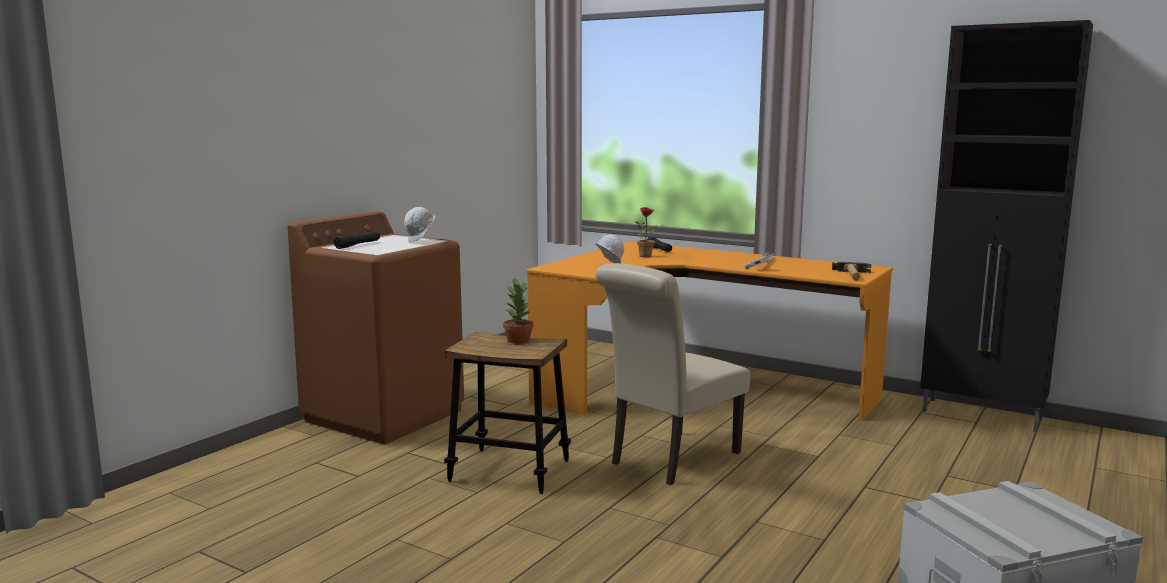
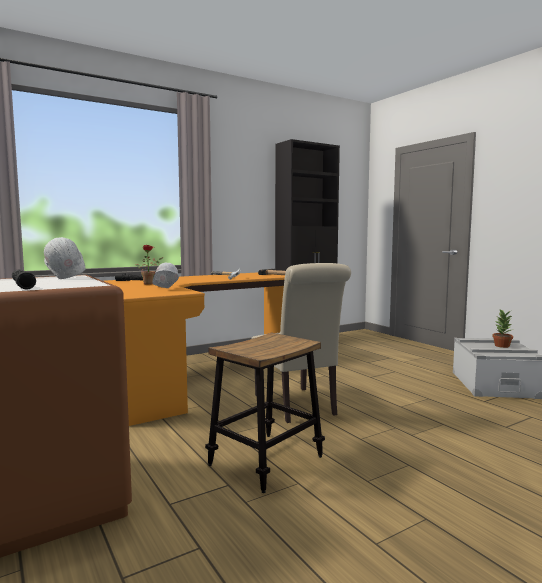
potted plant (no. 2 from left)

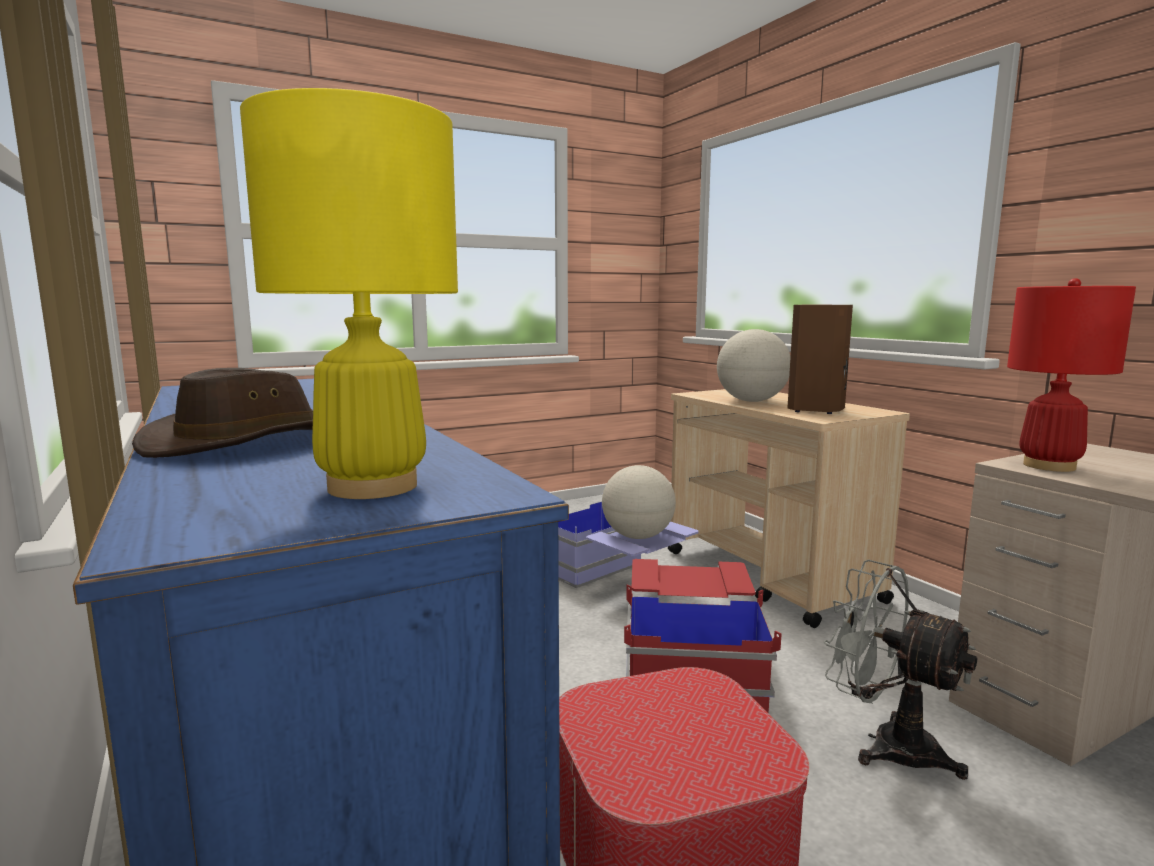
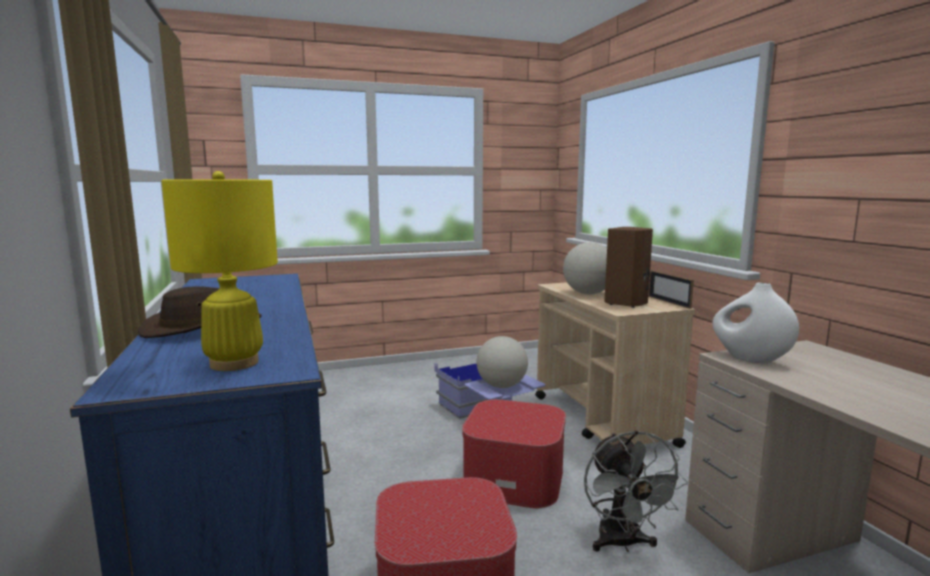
ottoman (no. 2 from left); fan (grey); vase (white); picture frame

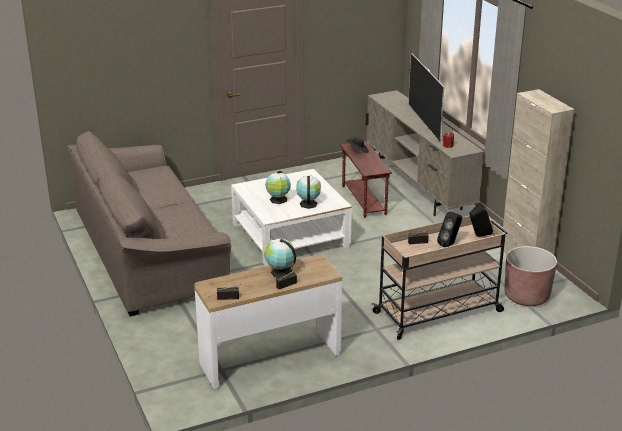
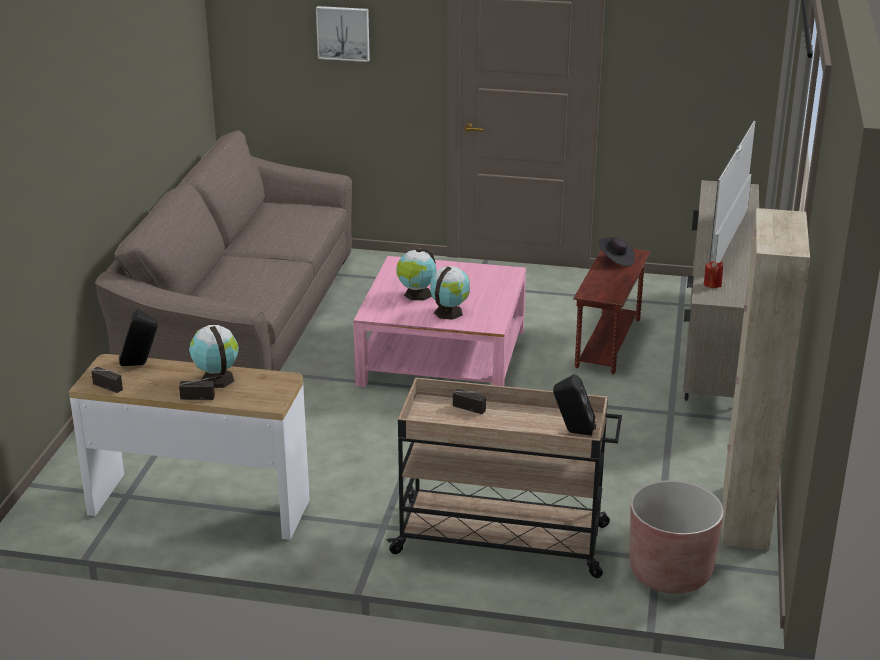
coffee table (pink); speaker (black) (no. 1 from left); picture

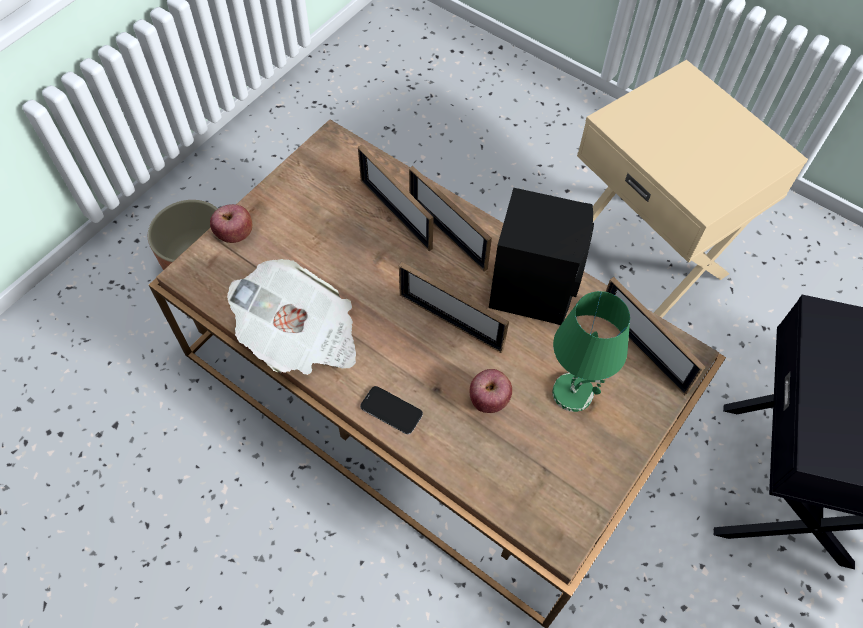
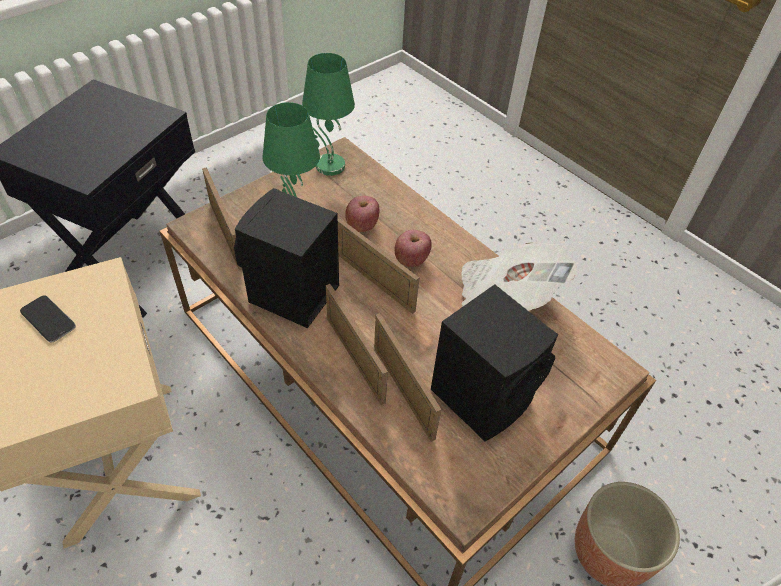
apple (no. 2 from left); phone; table lamp (green) (no. 2 from left); speaker (black) (no. 2 from left)

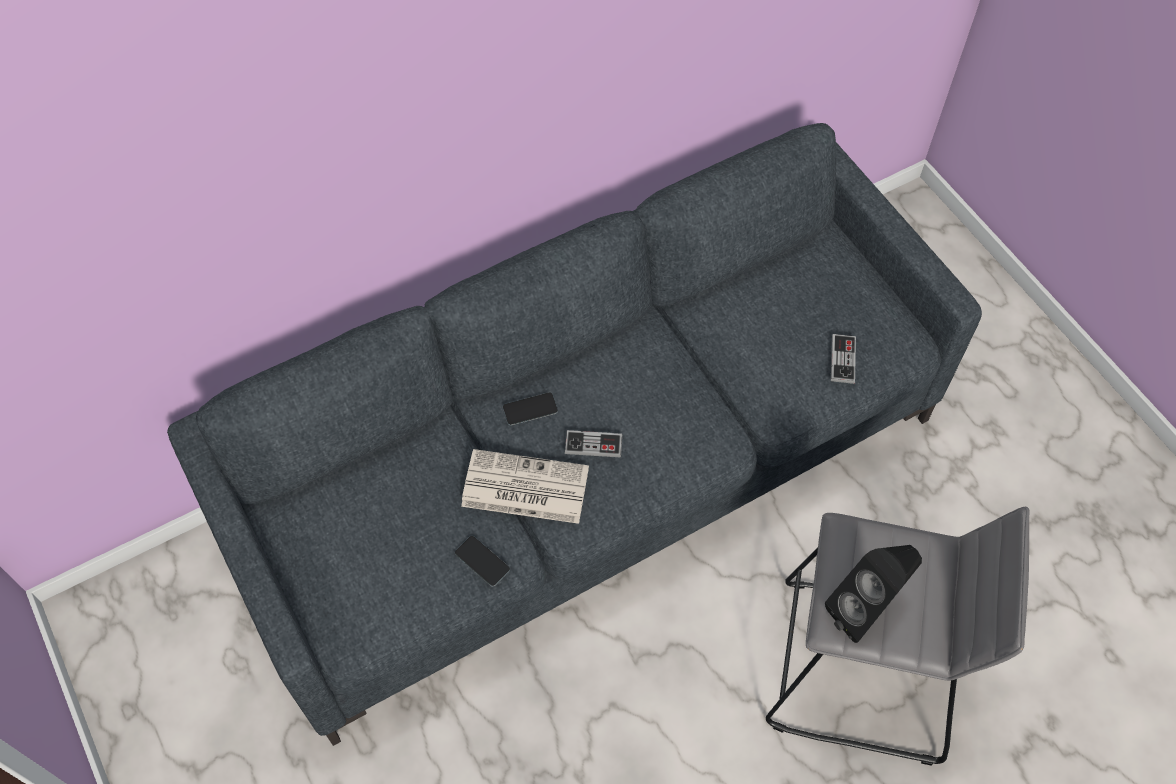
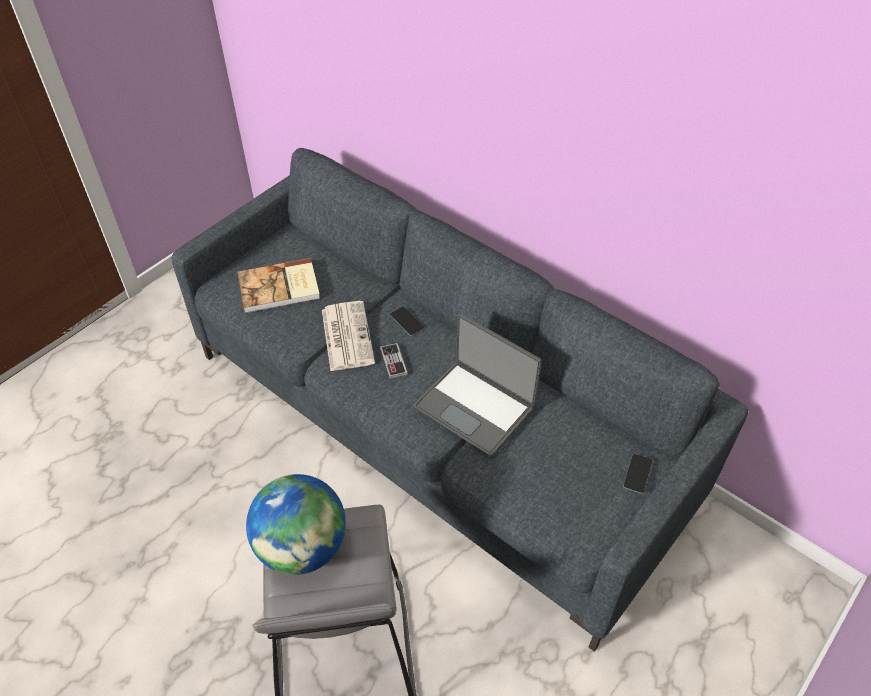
phone (no. 2 from left); globe; game controller (no. 2 from left in the first image); book; laptop

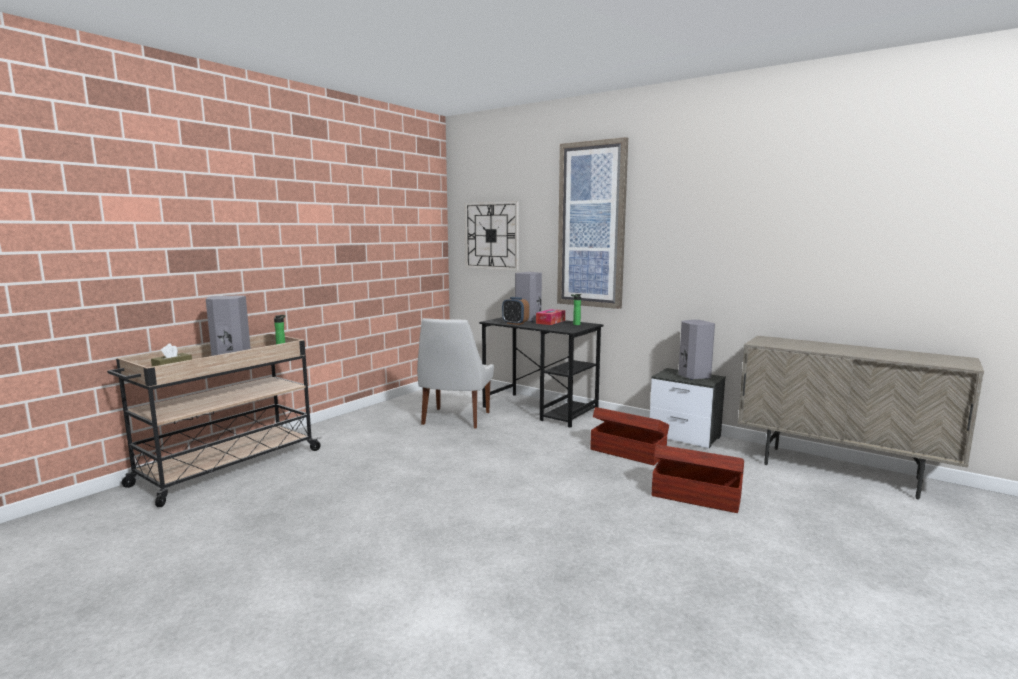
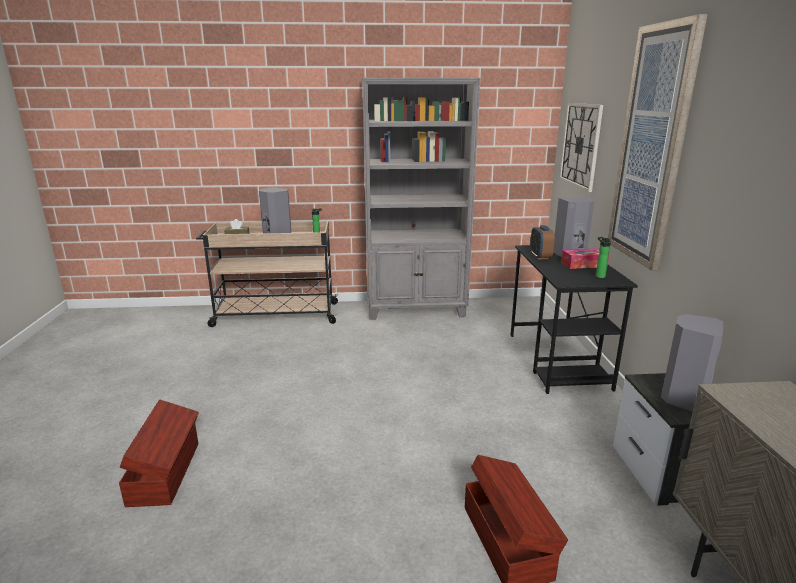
chair (white); storage box (brown) (no. 1 from left); bookcase (grey)

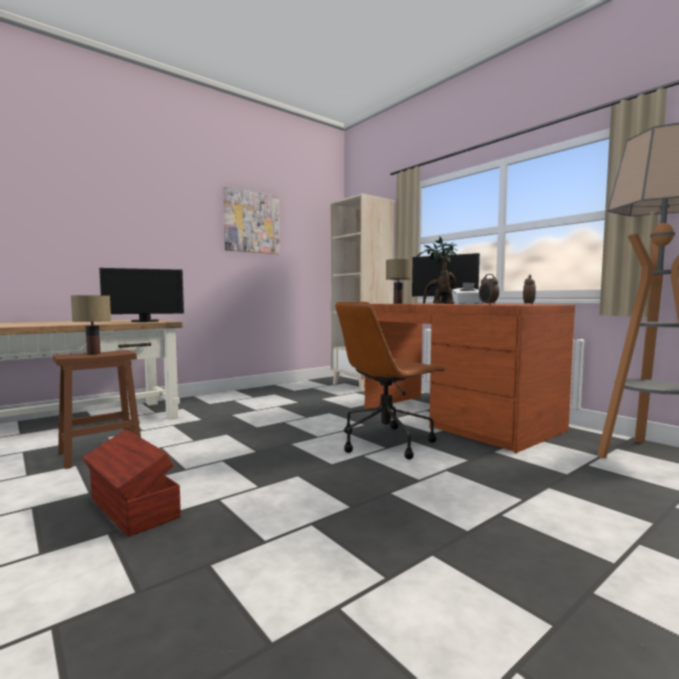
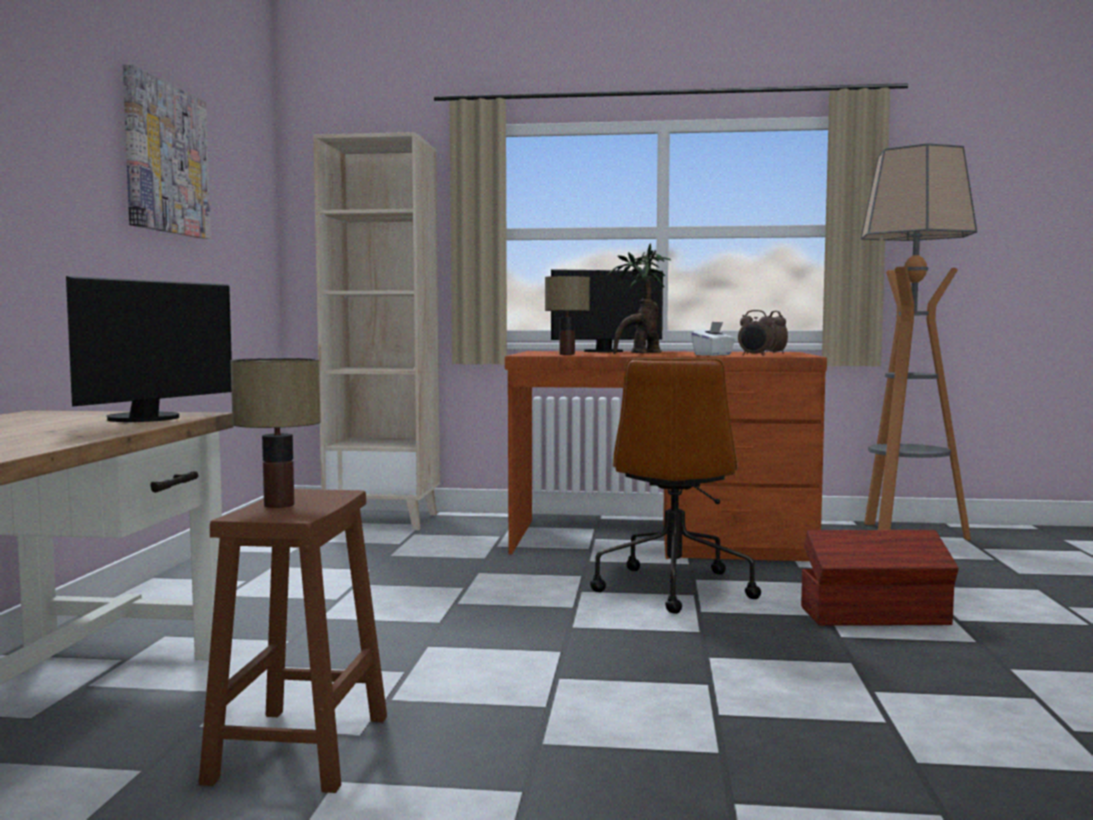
storage box (brown)

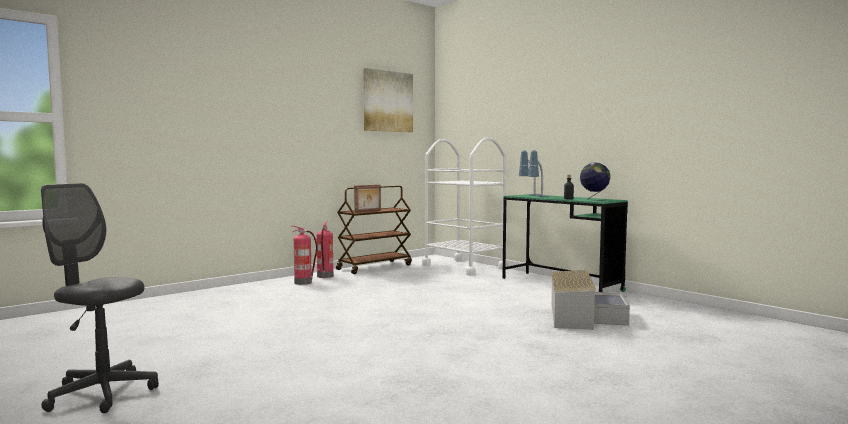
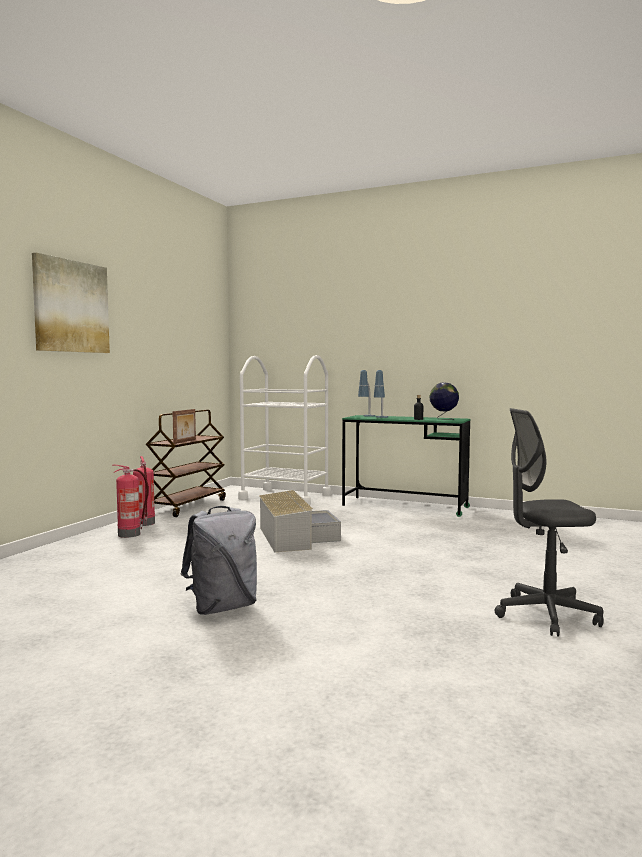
office chair (grey); picture; storage box (grey); backpack (grey)

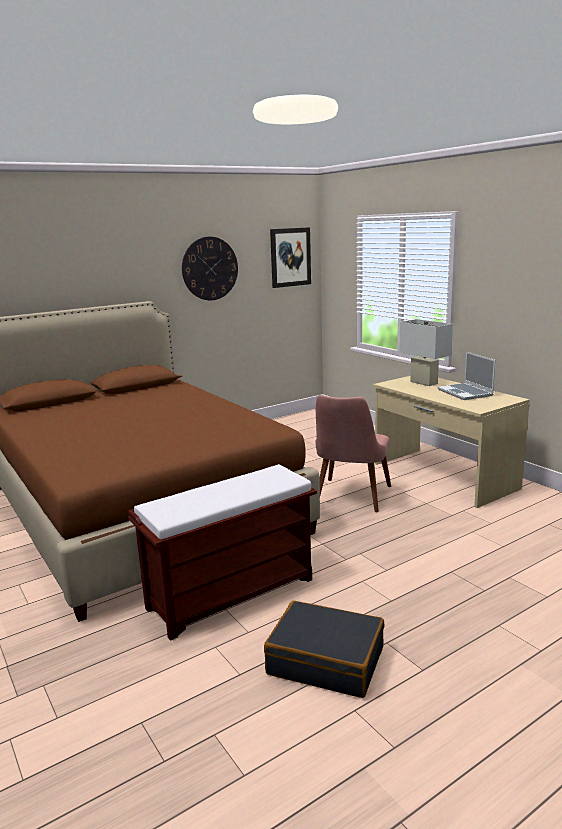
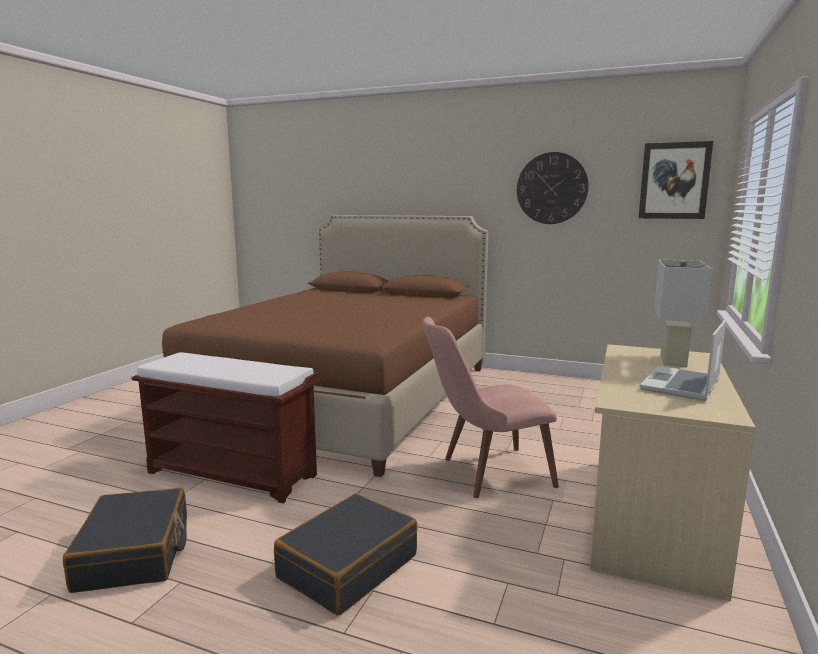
suitcase (black) (no. 2 from left)

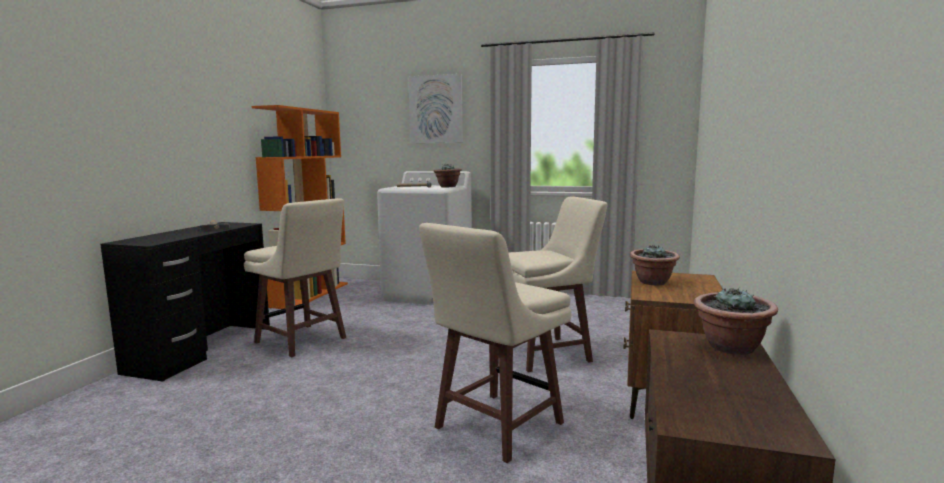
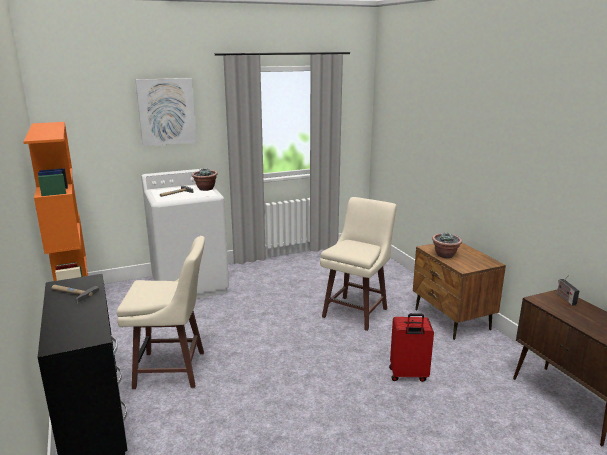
suitcase (red); radio

